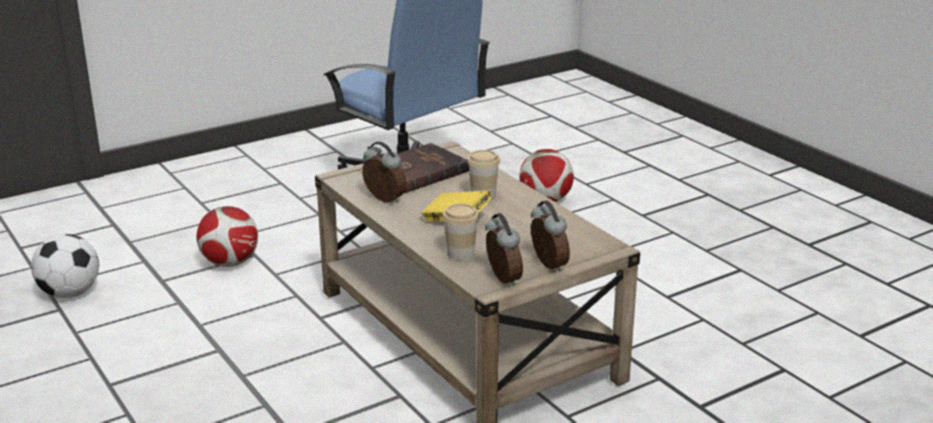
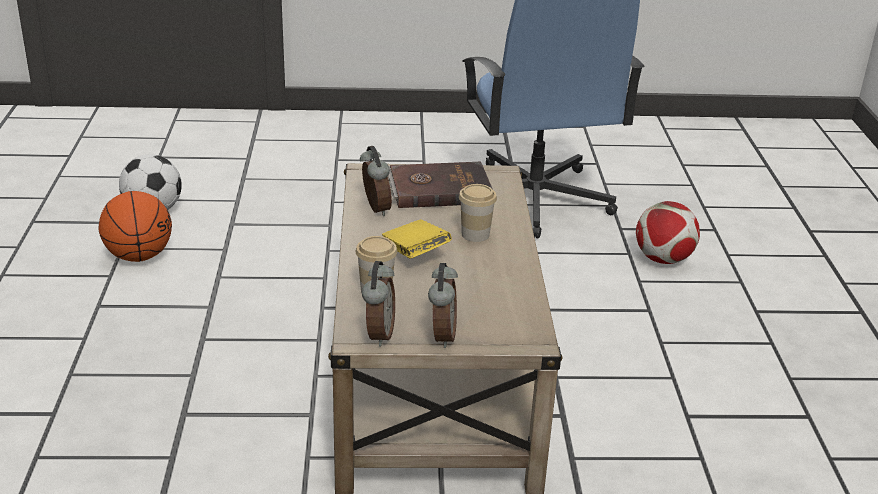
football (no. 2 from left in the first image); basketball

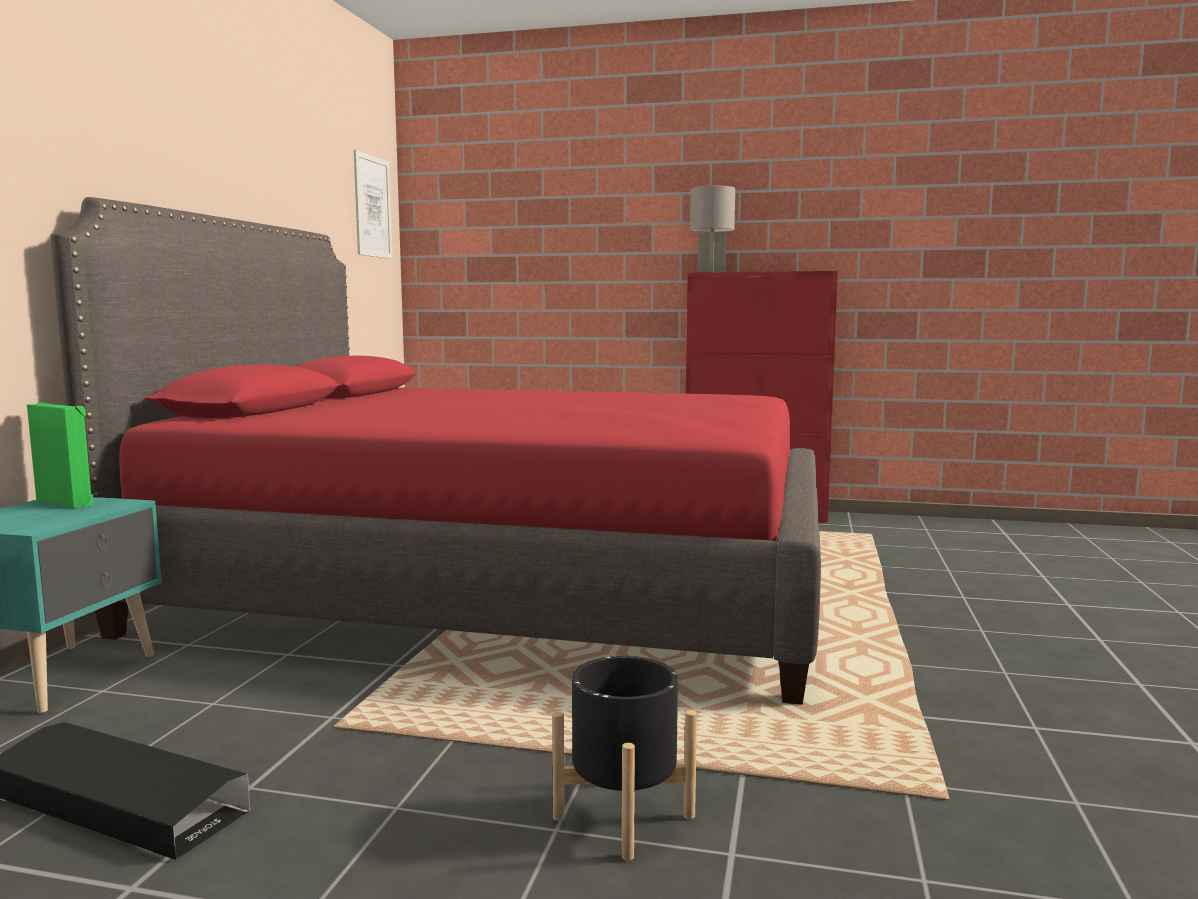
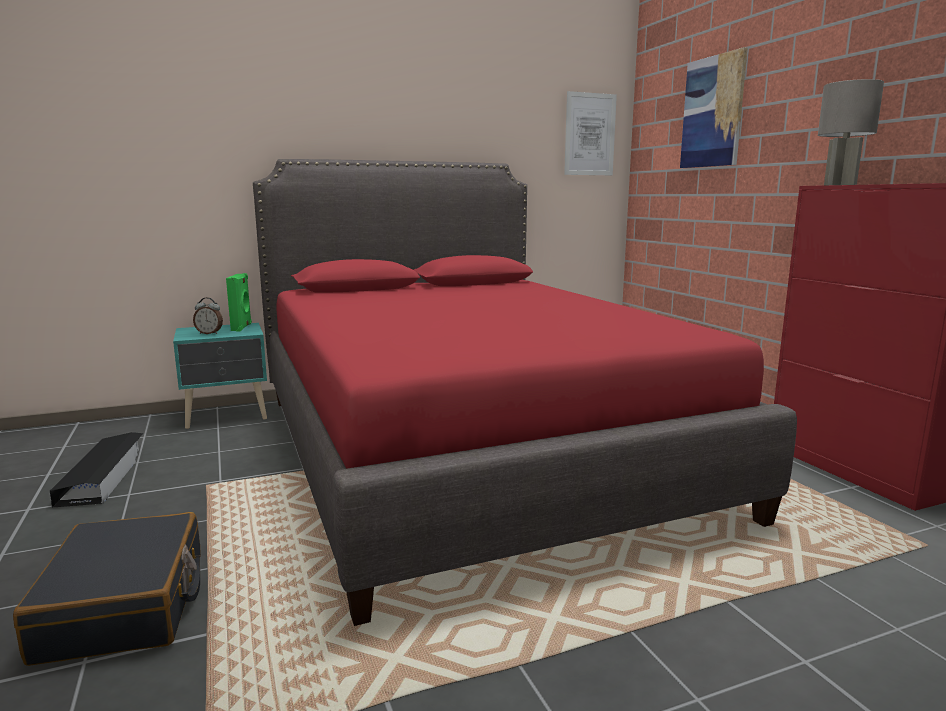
suitcase (black); alarm clock; picture (no. 2 from left)

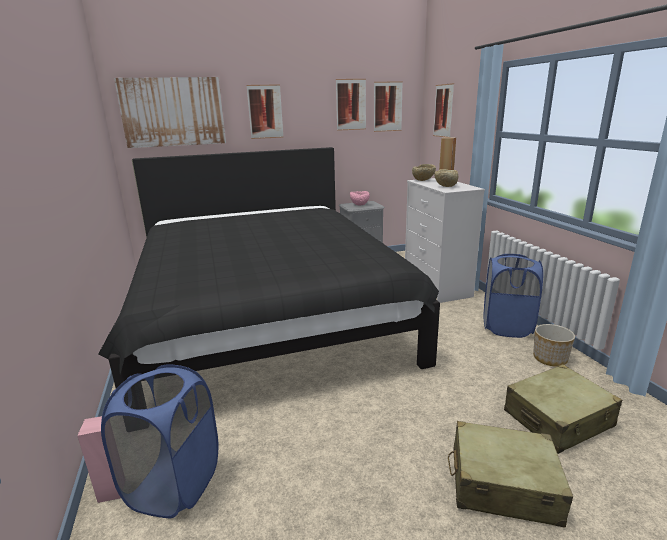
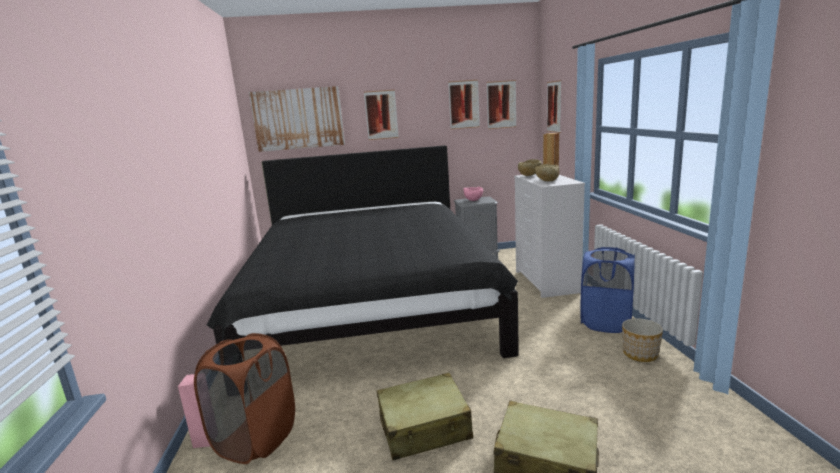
laundry basket (brown); suitcase (beige) (no. 1 from left)

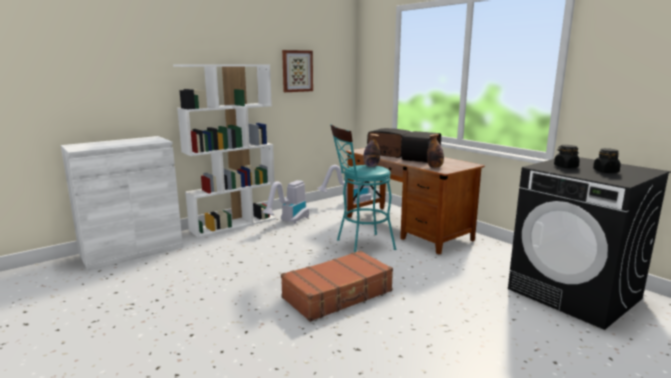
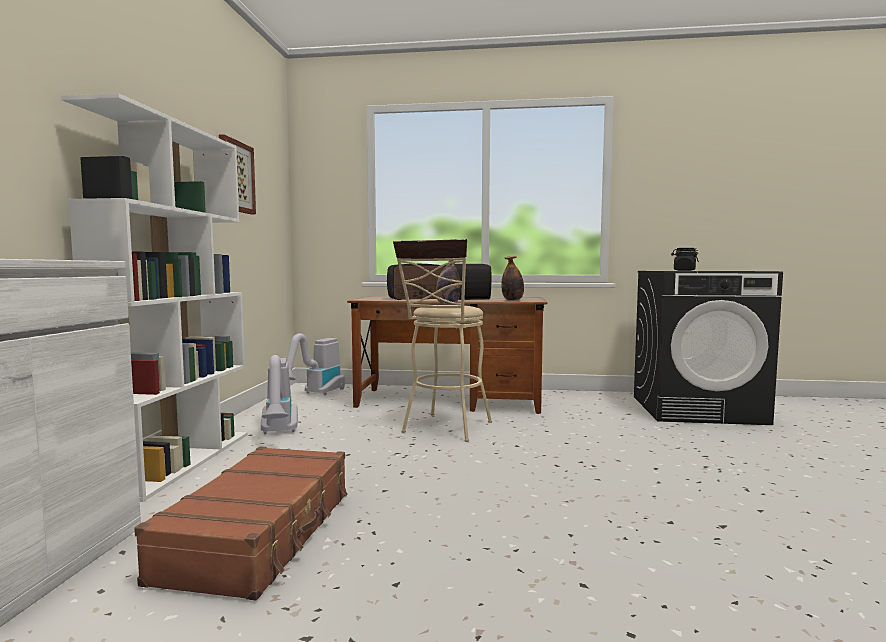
suitcase (brown); stool (beige); jar (black) (no. 2 from left in the first image)

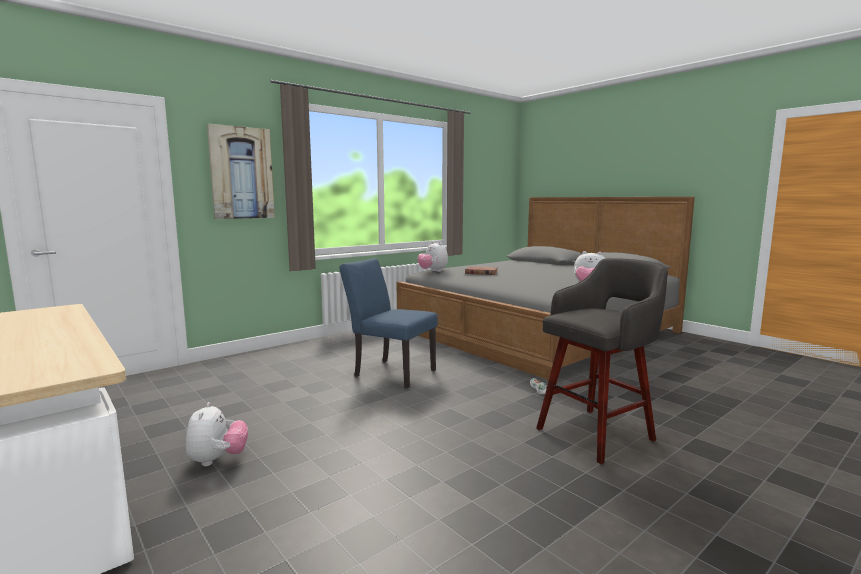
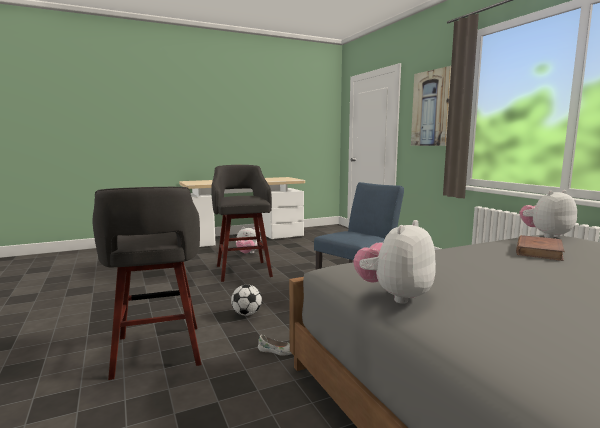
stool (grey) (no. 2 from left); football

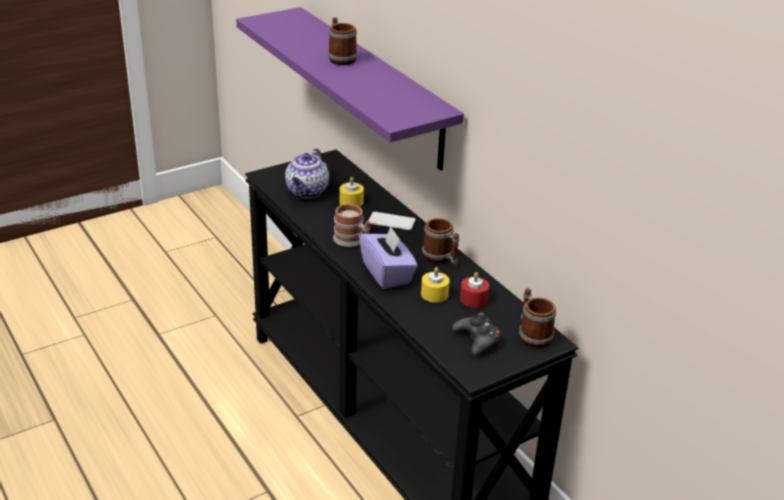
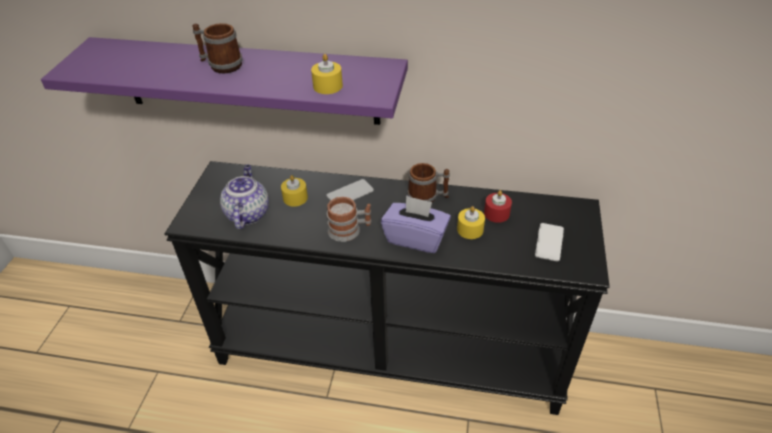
teapot; phone (no. 2 from left); mug (no. 4 from left in the first image); candle (yellow) (no. 2 from left)

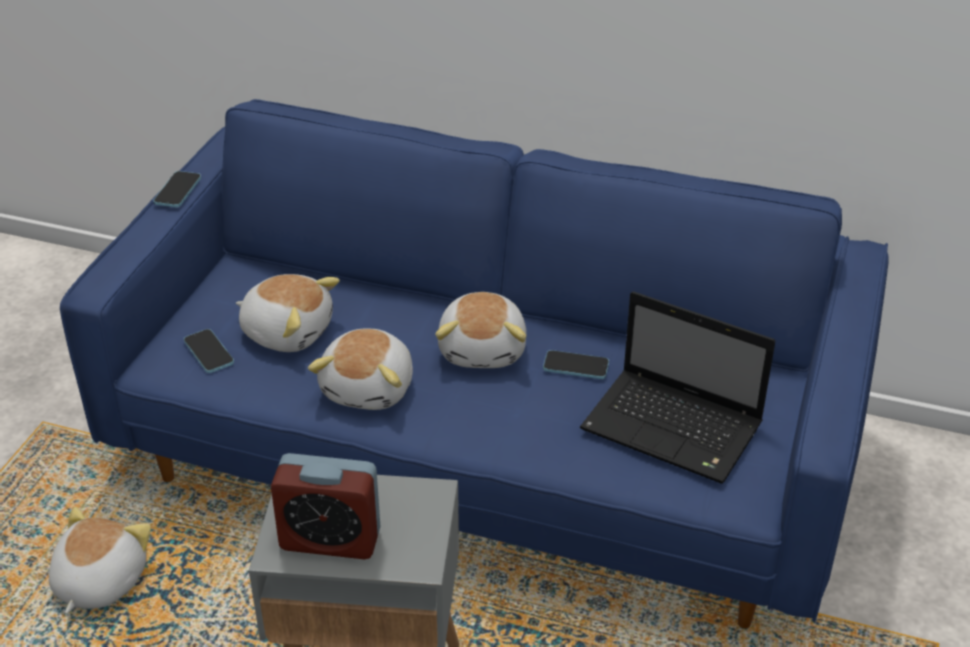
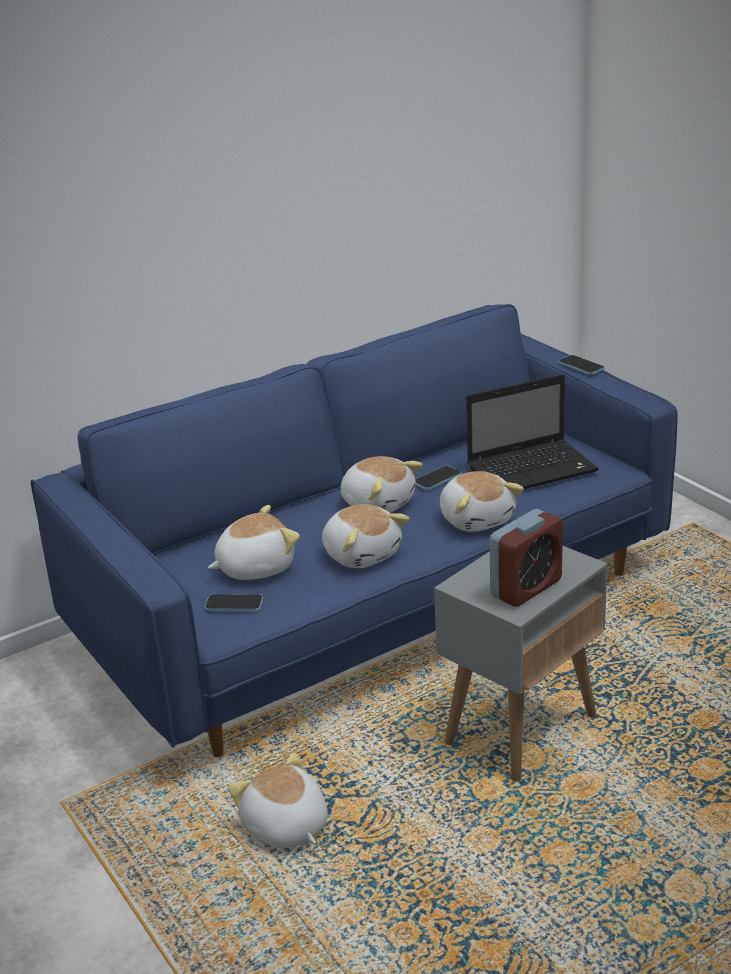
phone (no. 3 from left); plush toy (no. 5 from left)

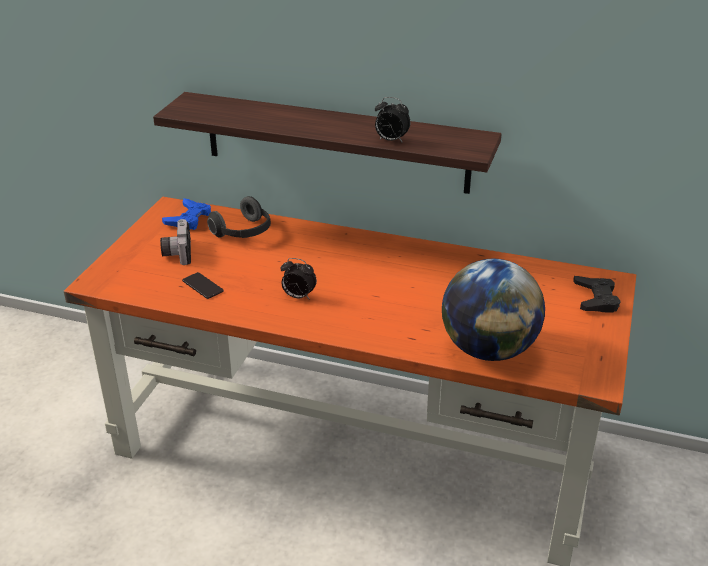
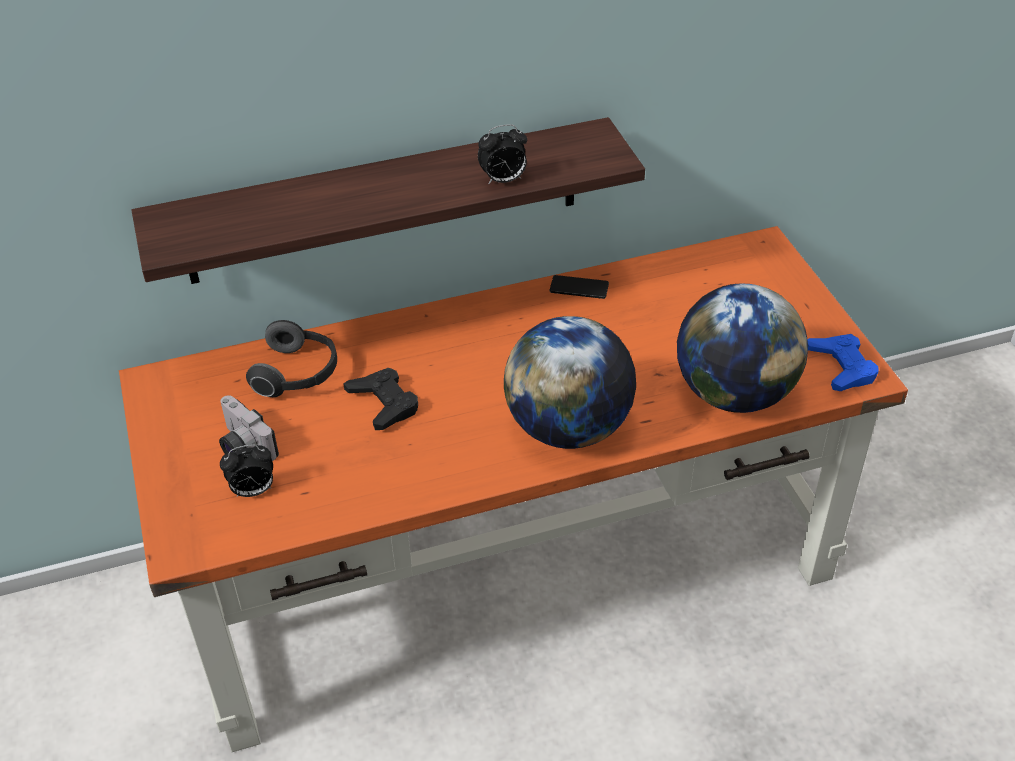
game controller (blue); phone; alarm clock (no. 1 from left); game controller (black); globe (no. 1 from left)

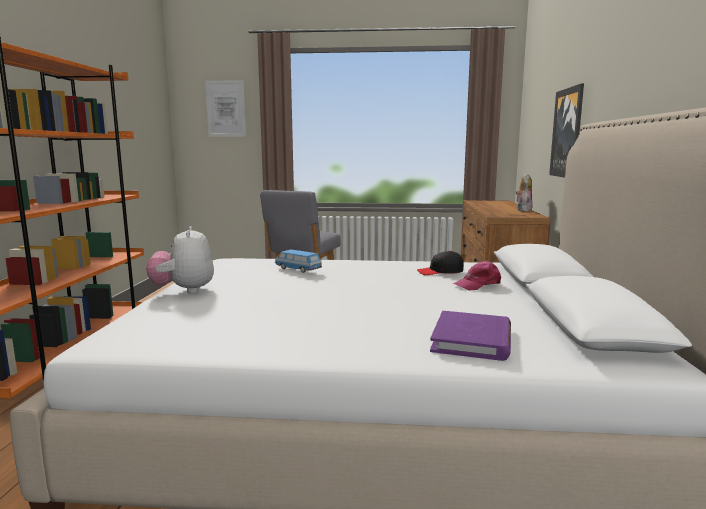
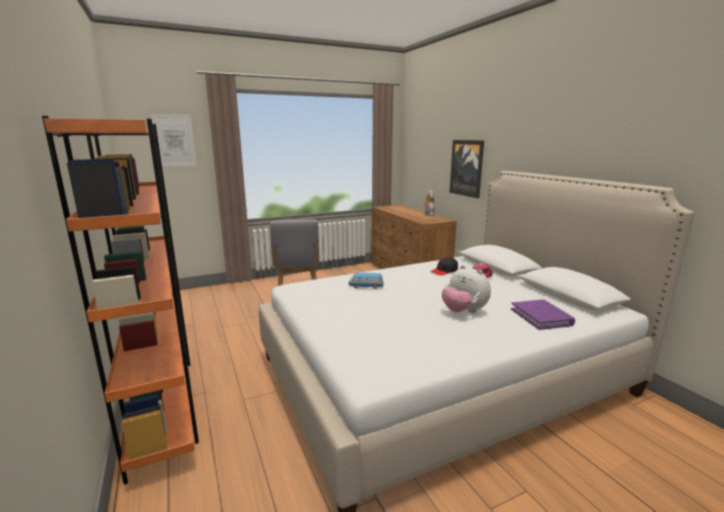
plush toy (no. 2 from left)

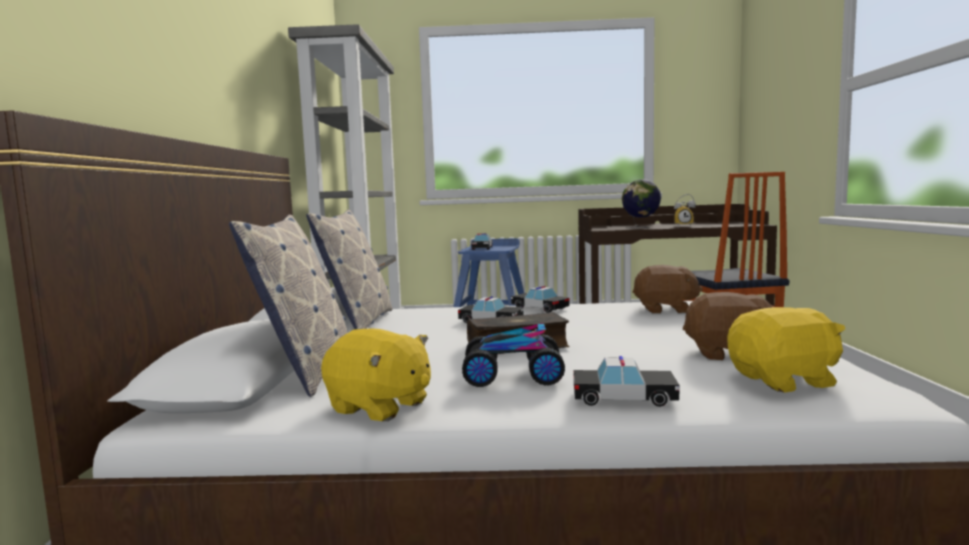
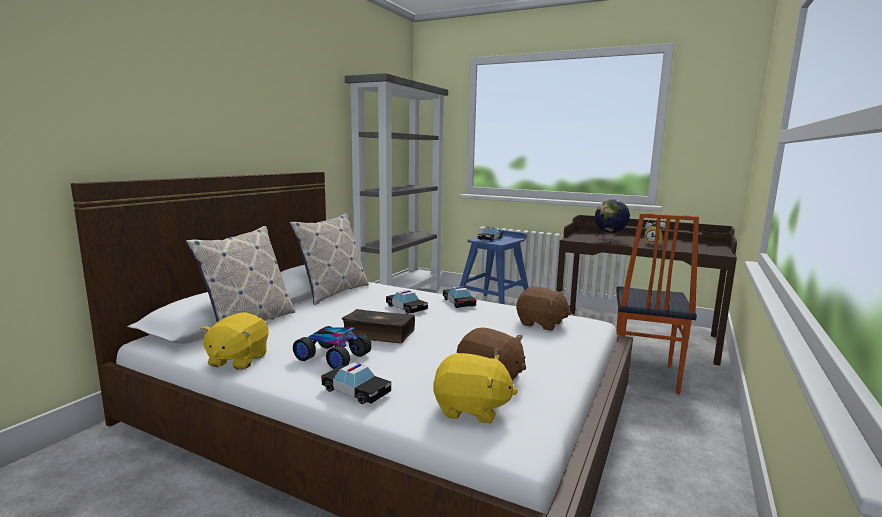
plush toy (yellow) (no. 1 from left)

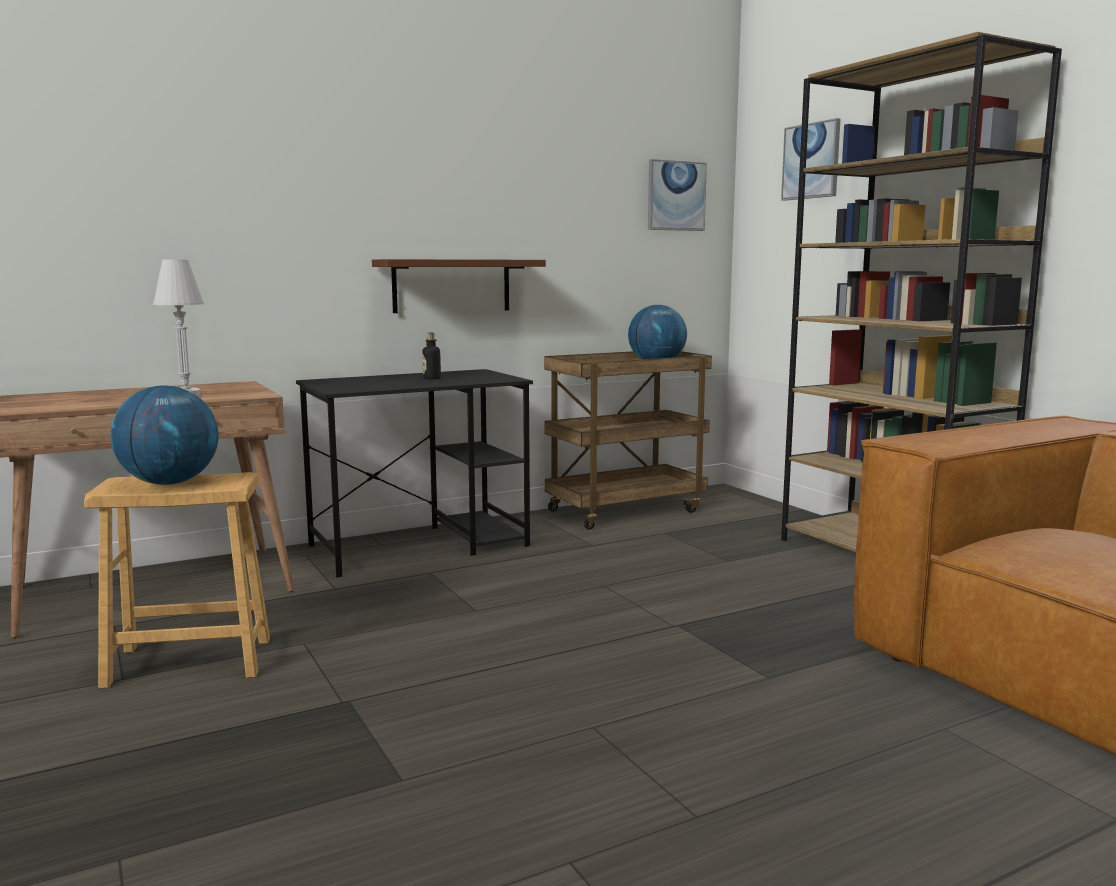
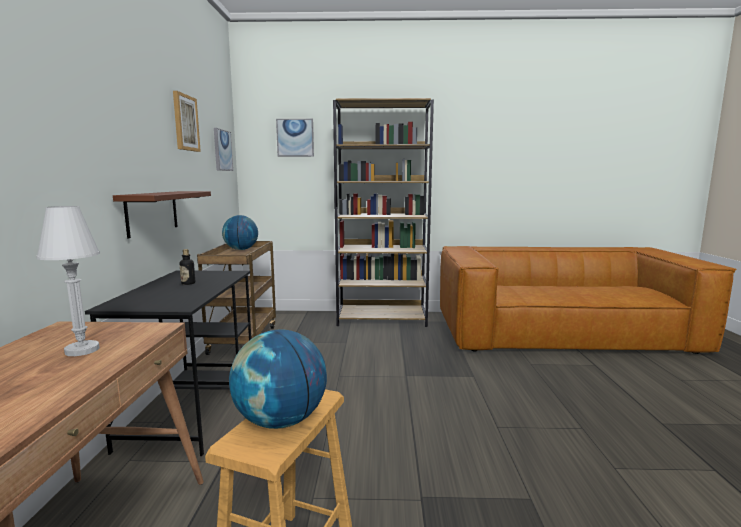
picture (no. 1 from left)

